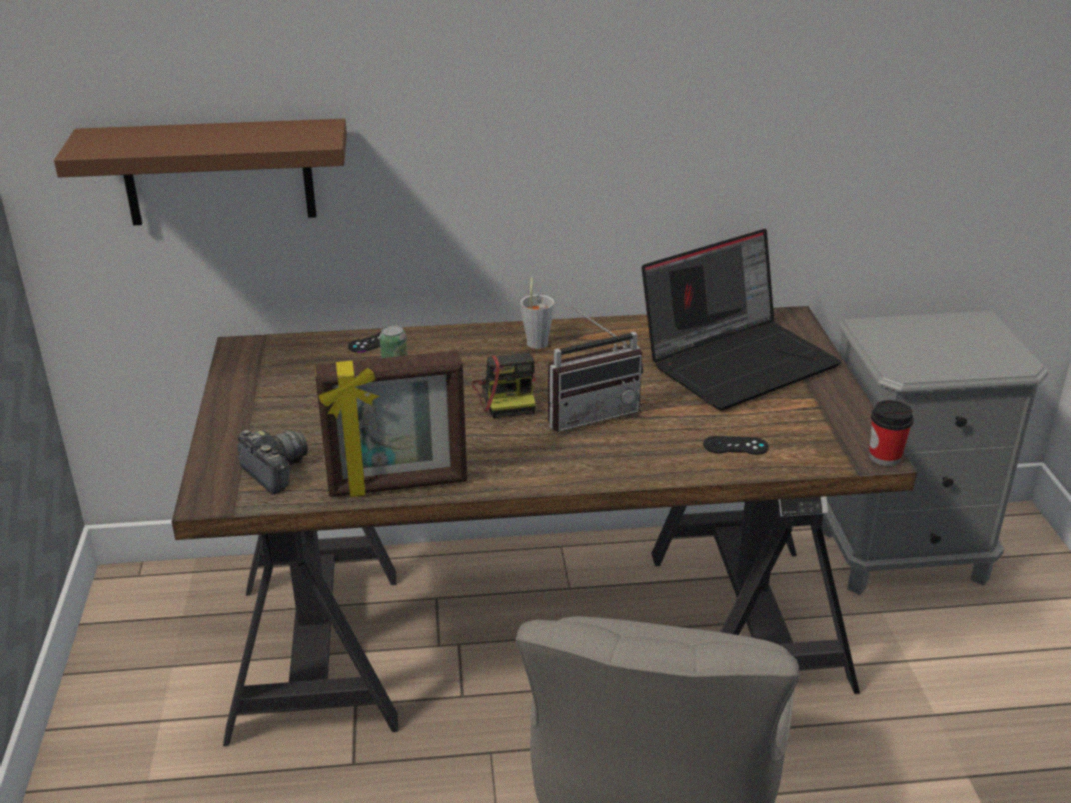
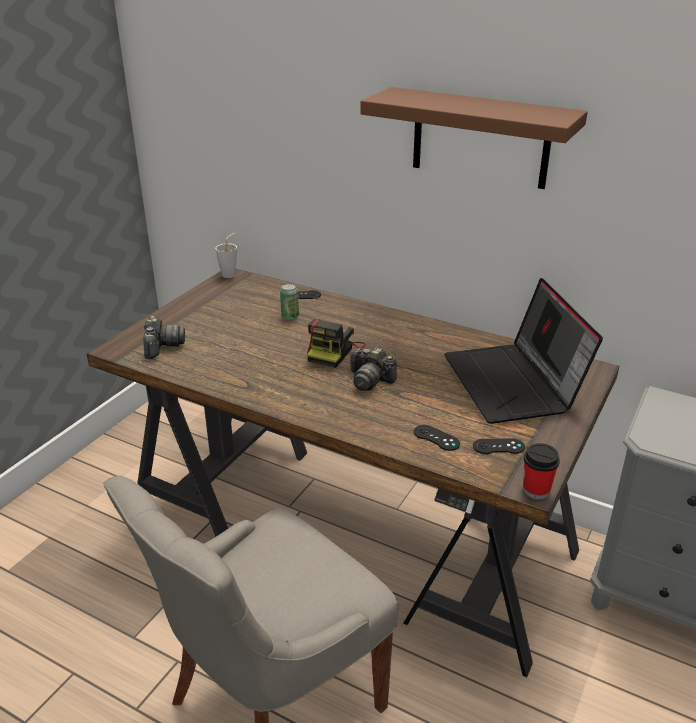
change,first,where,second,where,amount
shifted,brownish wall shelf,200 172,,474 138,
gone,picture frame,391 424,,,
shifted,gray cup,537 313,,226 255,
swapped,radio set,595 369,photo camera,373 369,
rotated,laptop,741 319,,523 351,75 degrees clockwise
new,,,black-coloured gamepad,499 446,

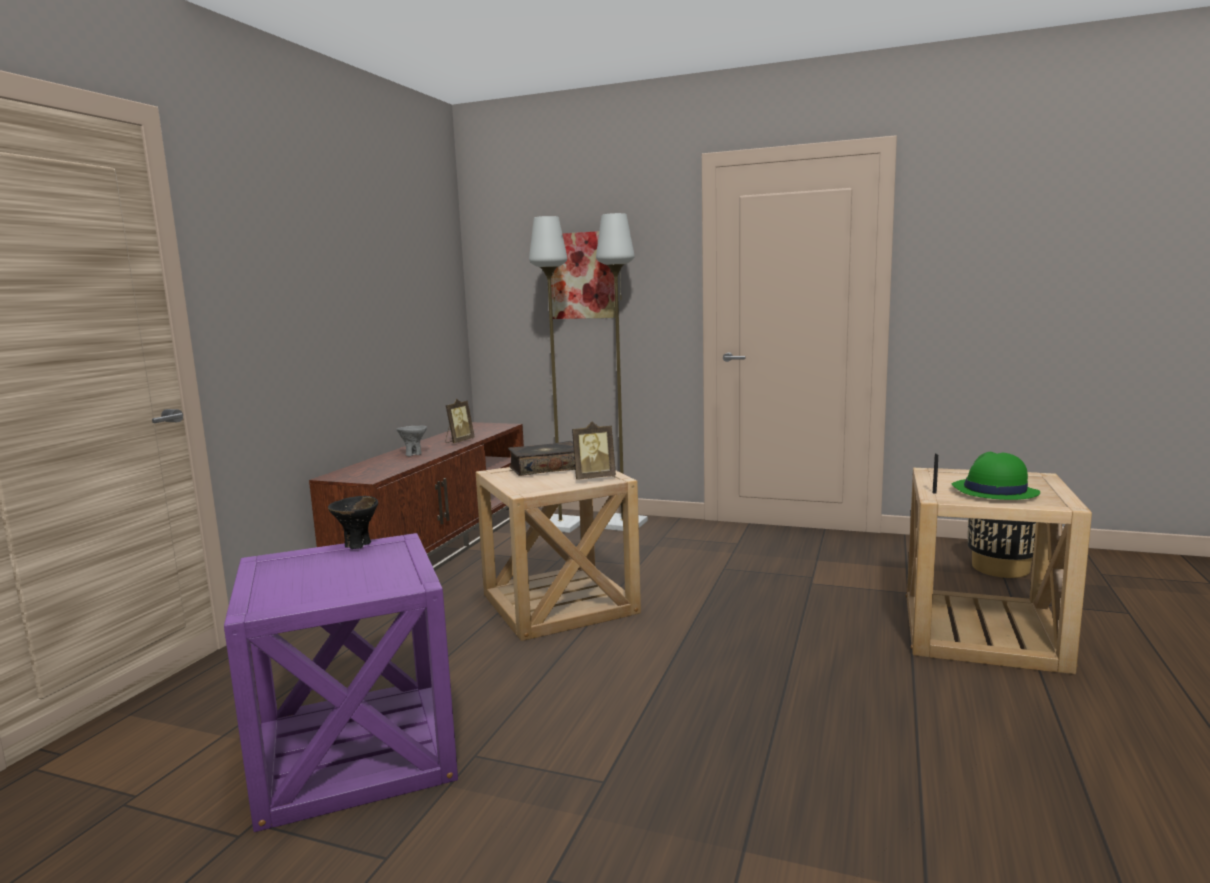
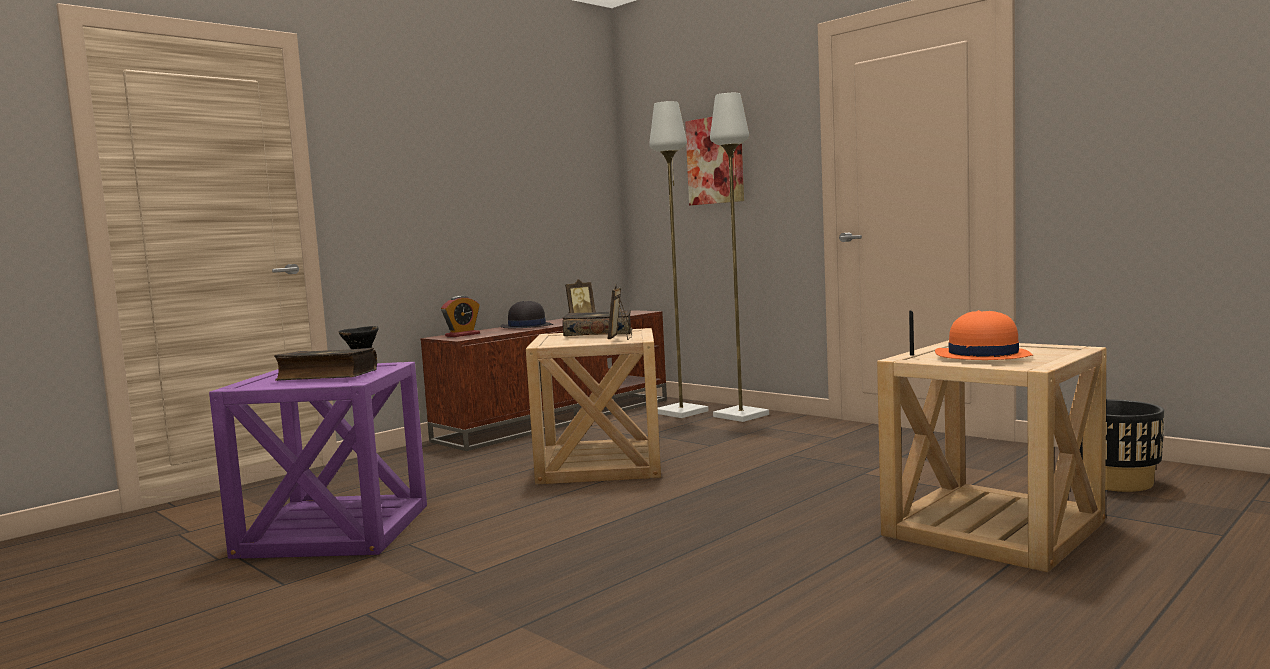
change,first,where,second,where,amount
swapped,gray deep dish,411 441,black-coloured hat,527 314,
rotated,picture frame,594 451,,620 312,90 degrees clockwise
repainted,green-coloured hat,996 476,orangey hat,984 335,
new,,,book,325 364,
new,,,alarm clock,460 316,

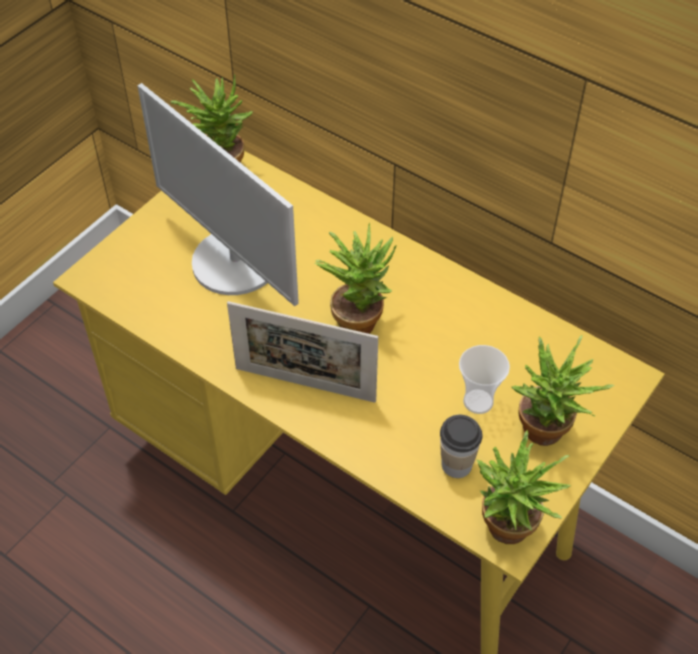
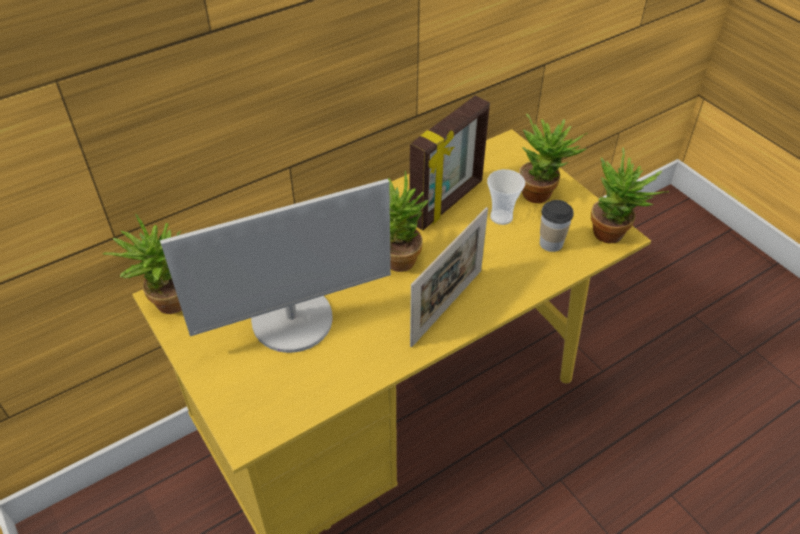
change,first,where,second,where,amount
new,,,picture frame,449 163,

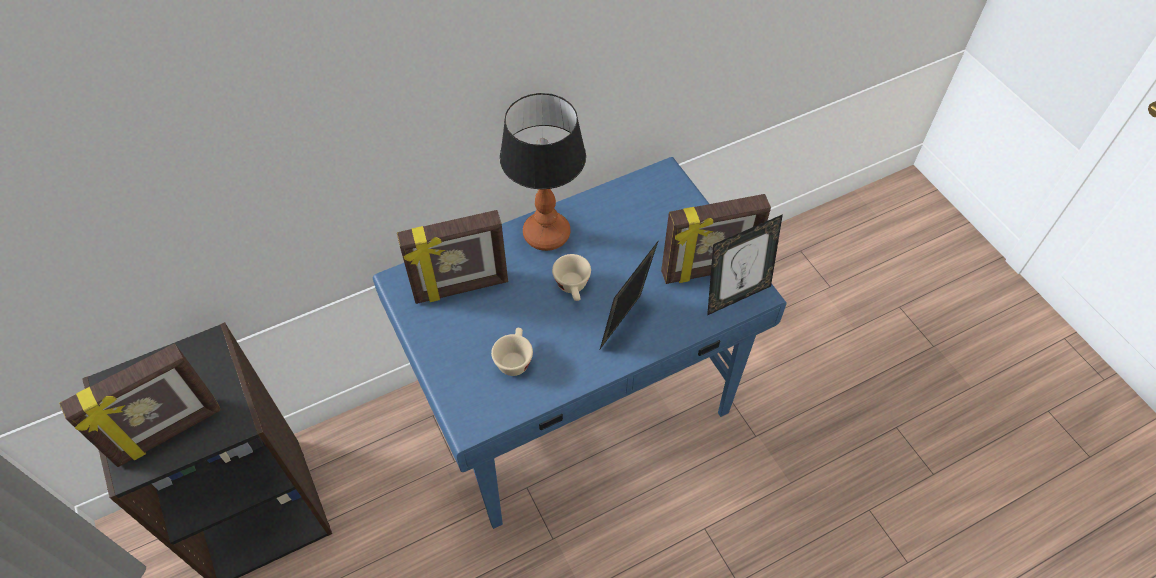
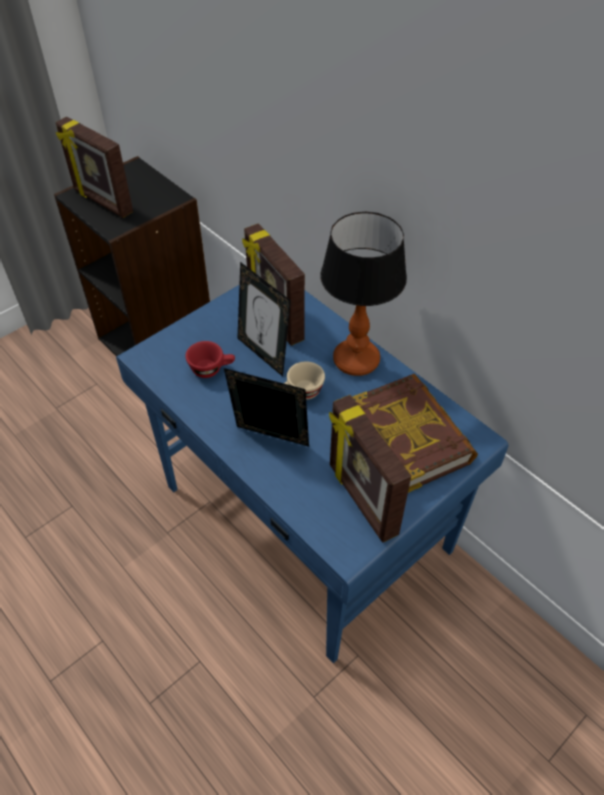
change,first,where,second,where,amount
repainted,beige-coloured cup,512 352,red-coloured cup,210 359,
shifted,picture frame,745 264,,264 319,
new,,,book,415 433,

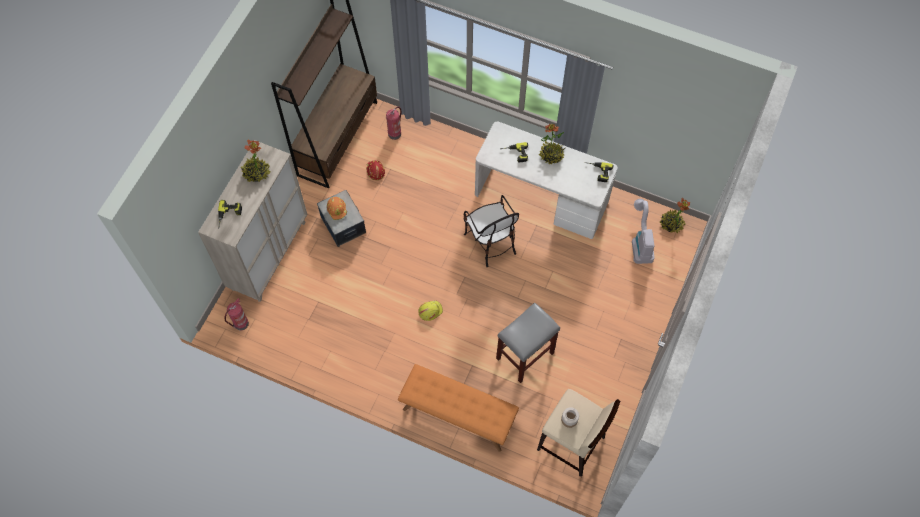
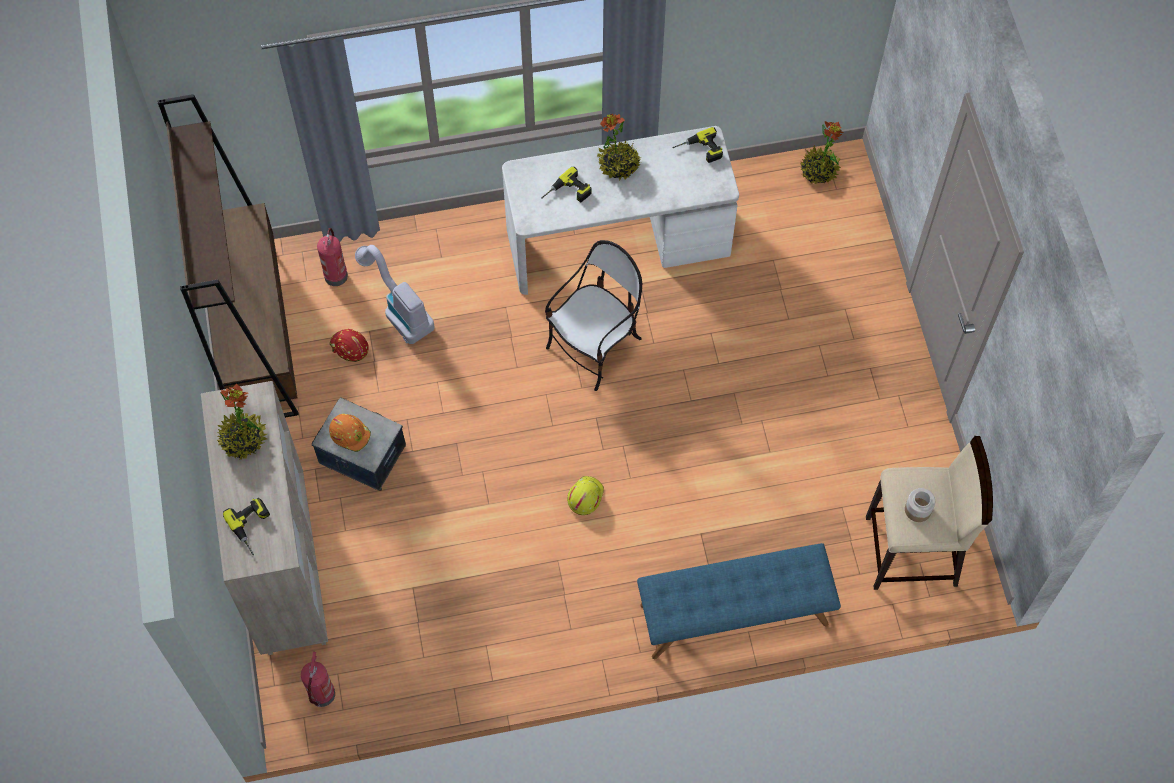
change,first,where,second,where,amount
repainted,orangey bench,458 408,bluish bench,739 601,
rotated,upright chair,491 231,,593 315,75 degrees counterclockwise
gone,gray stool,528 342,,,
shifted,hoover,643 231,,395 294,

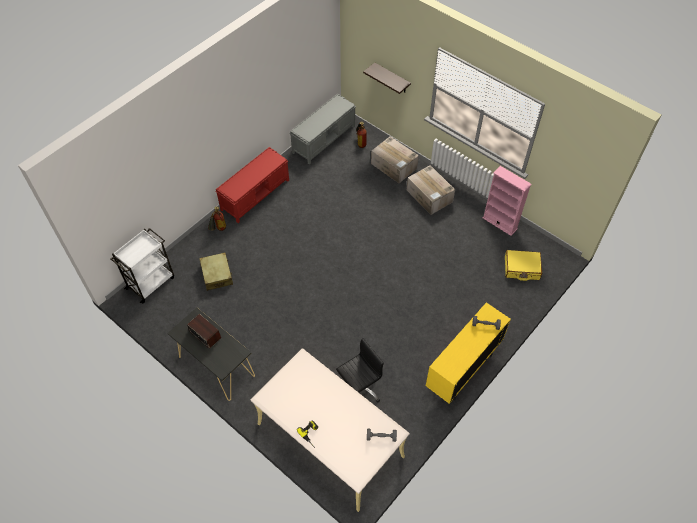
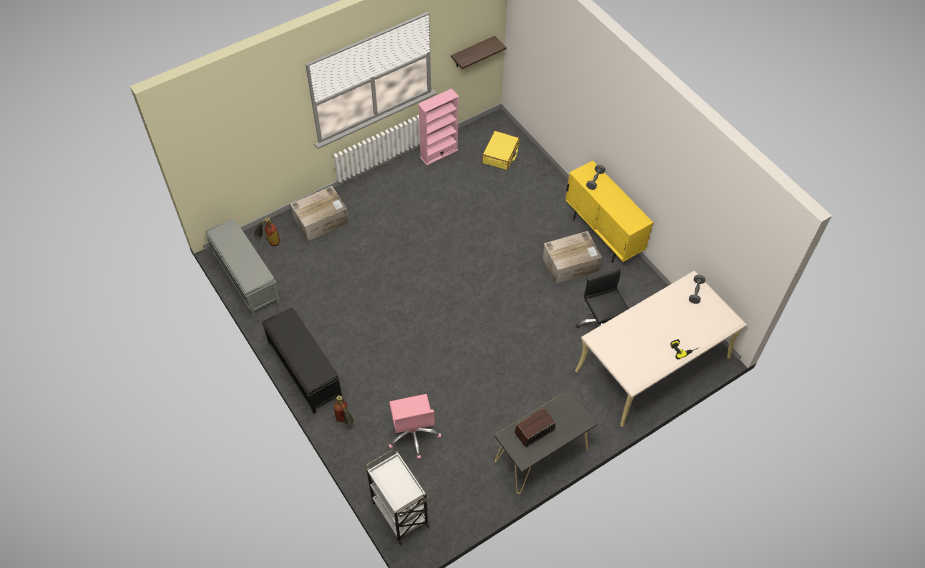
change,first,where,second,where,amount
swapped,beige-coloured travel case,216 271,pink-coloured computer chair,415 426,
repainted,red-coloured bench,252 185,black-coloured bench,302 361,
shifted,wall shelf,387 78,,479 52,
shifted,carton,431 190,,572 257,

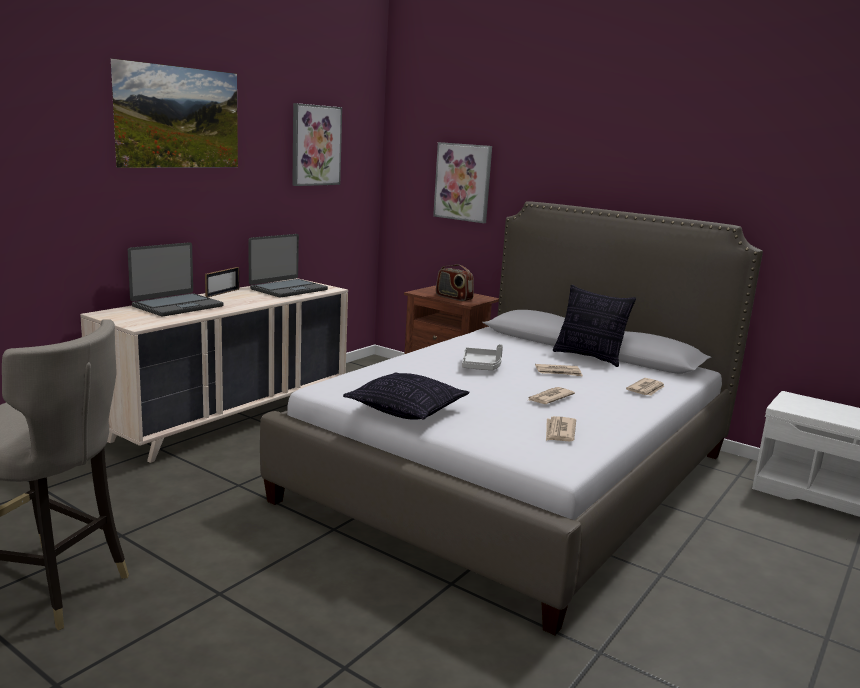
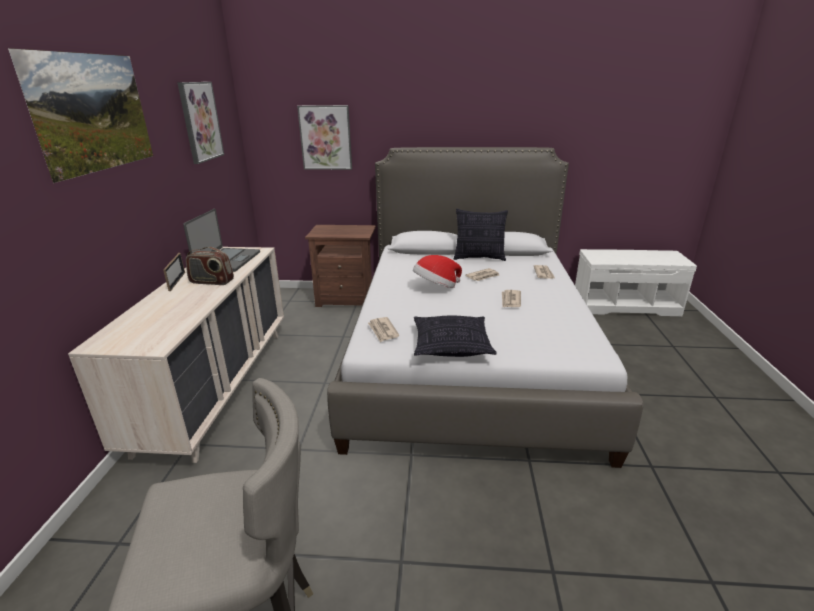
change,first,where,second,where,amount
gone,laptop,176 279,,,
shifted,radio set,455 282,,210 266,
swapped,gray carrying tray,482 357,hat,437 271,
shifted,printed paper,561 428,,383 329,

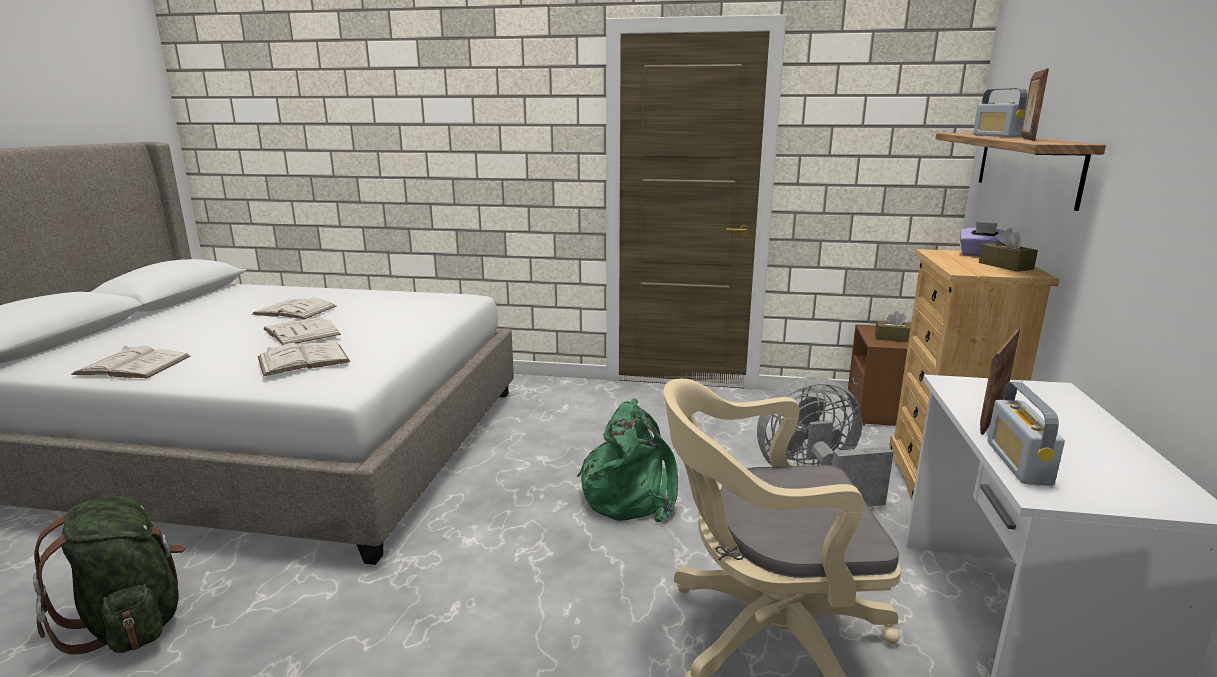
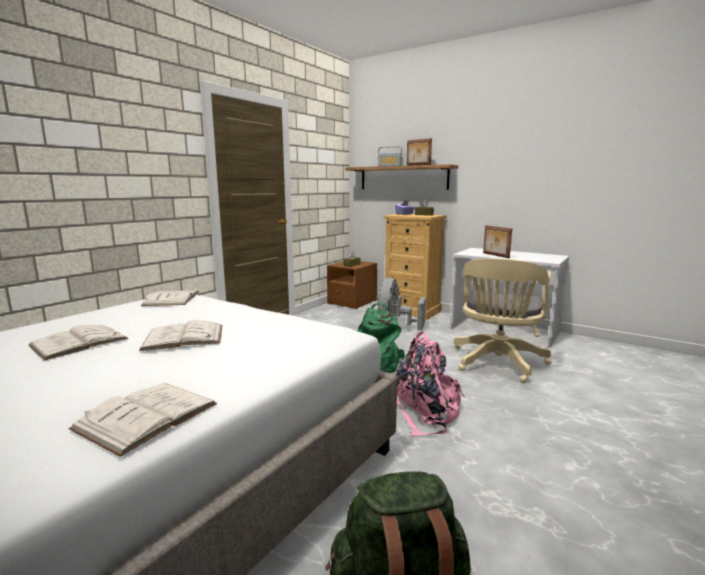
change,first,where,second,where,amount
shifted,white book,304 359,,170 298,
gone,radio set,1026 434,,,
new,,,pink-coloured backpack,430 383,

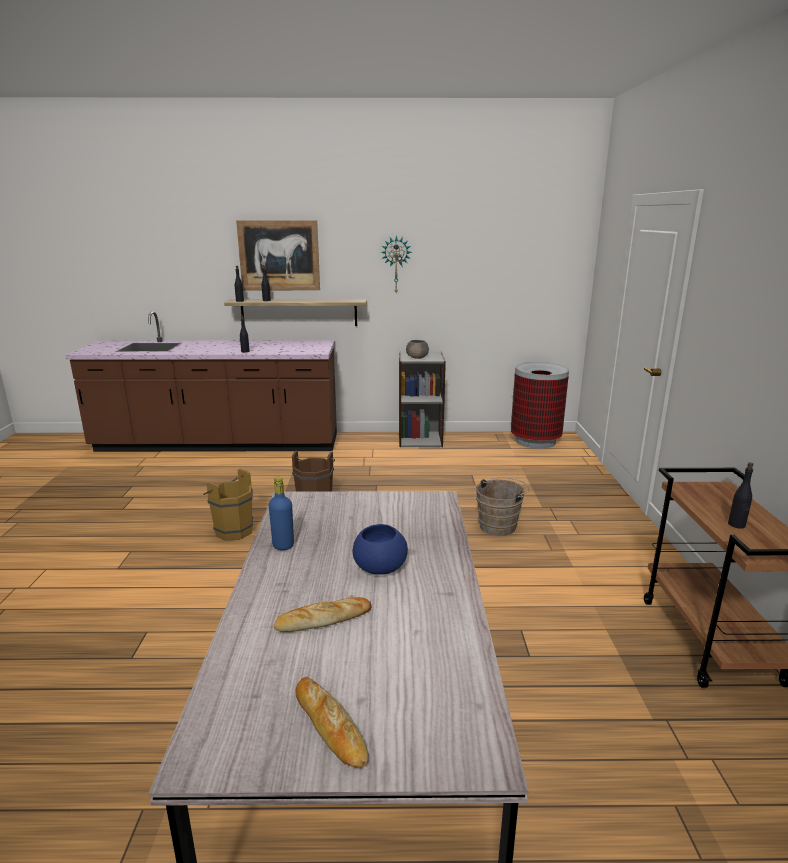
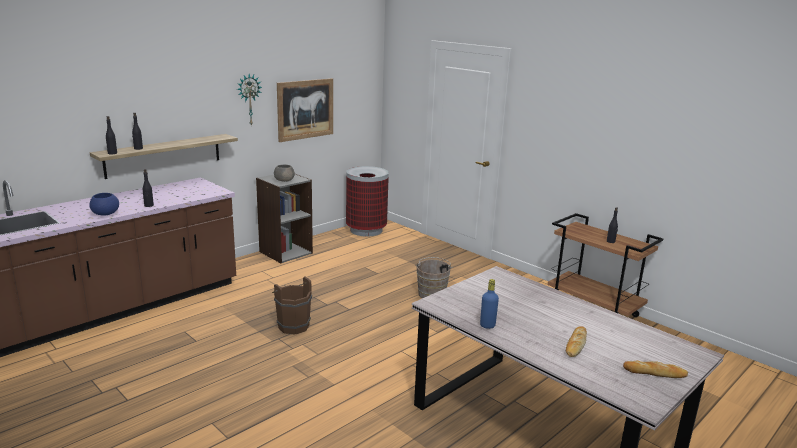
change,first,where,second,where,amount
gone,brownish water bucket,228 505,,,
shifted,picture,278 255,,305 110,
shifted,bluish deep dish,380 549,,104 204,

